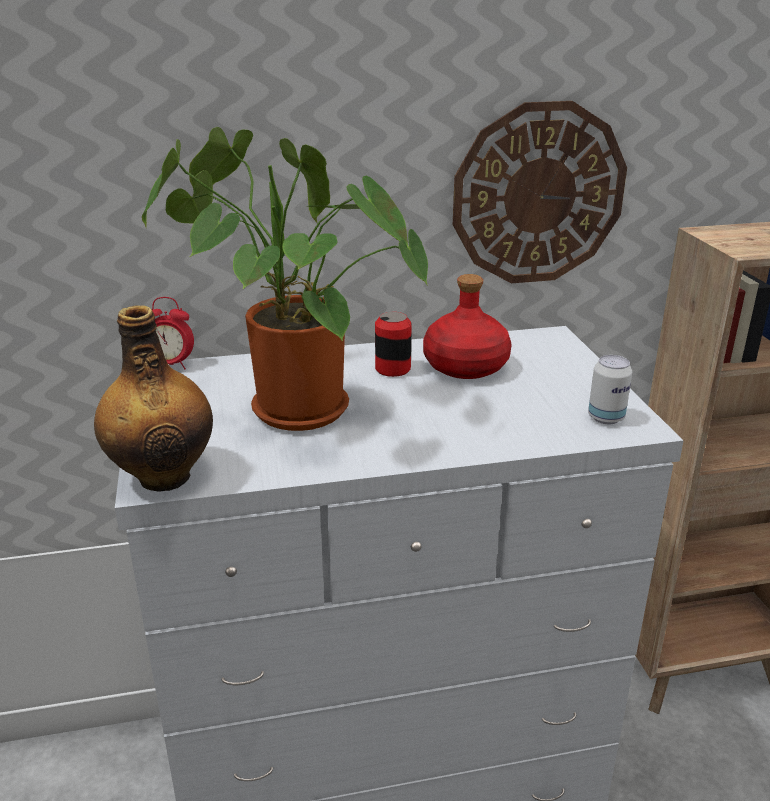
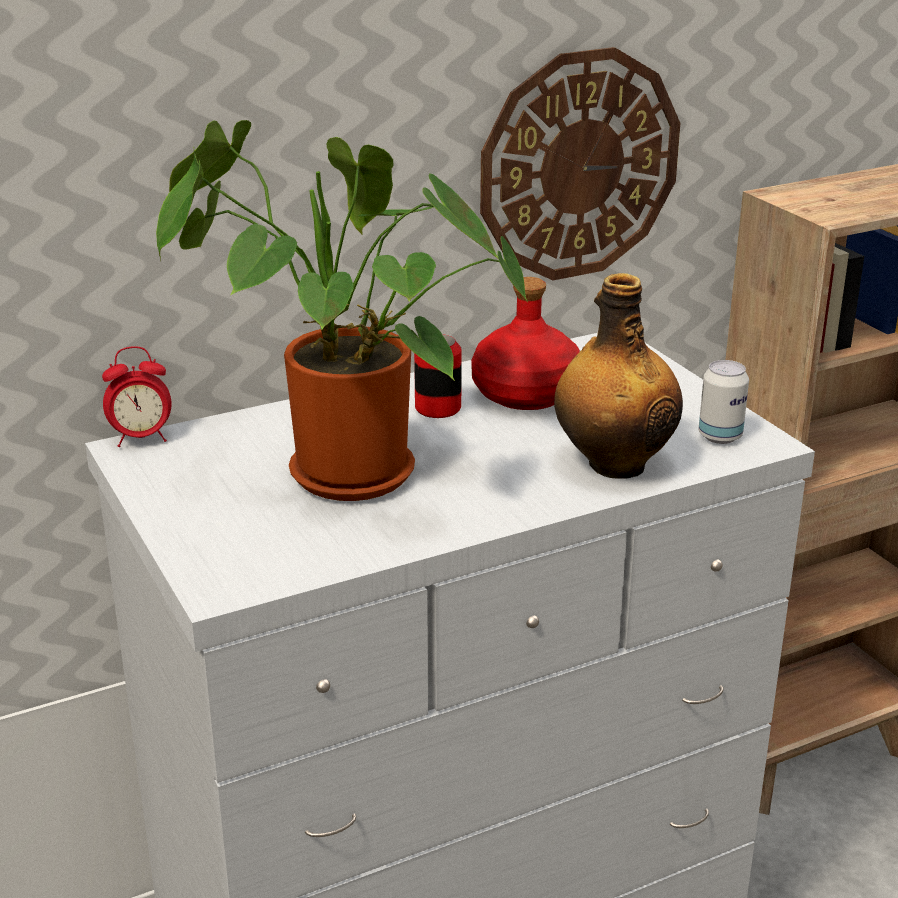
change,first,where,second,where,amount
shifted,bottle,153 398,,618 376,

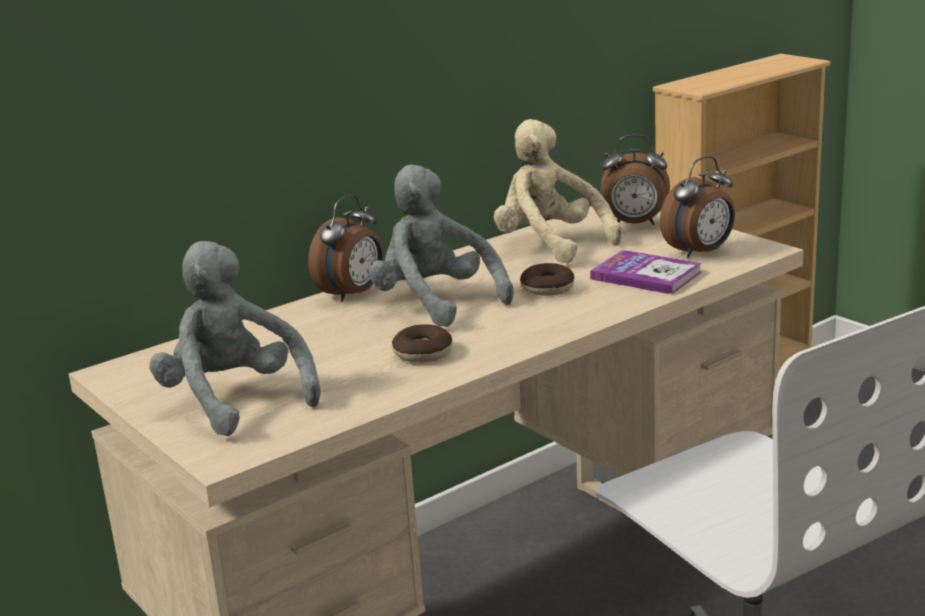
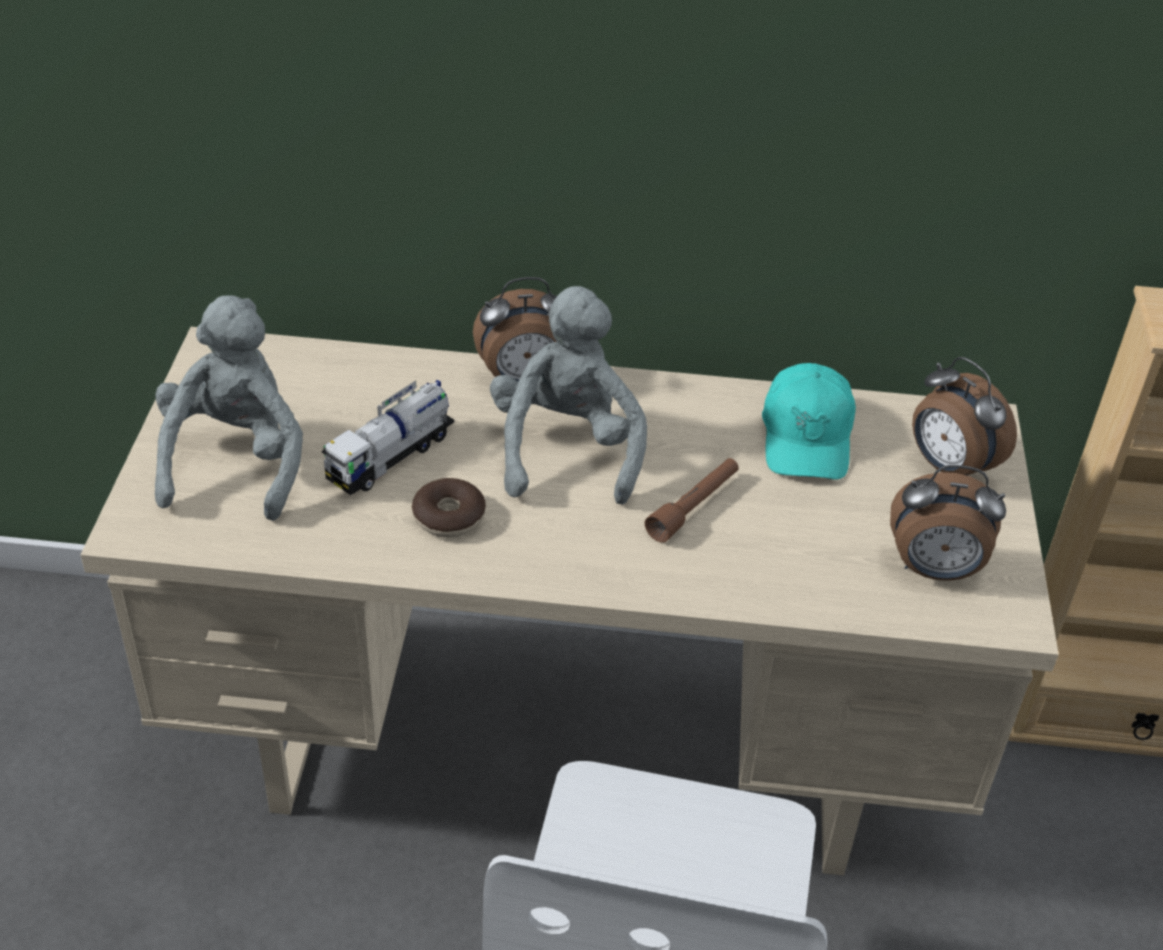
change,first,where,second,where,amount
swapped,beige-coloured soft toy,558 191,blue-green cap,809 421,
swapped,ring doughnut,547 279,brownish torch,692 500,
gone,book,646 272,,,
new,,,model truck,388 437,

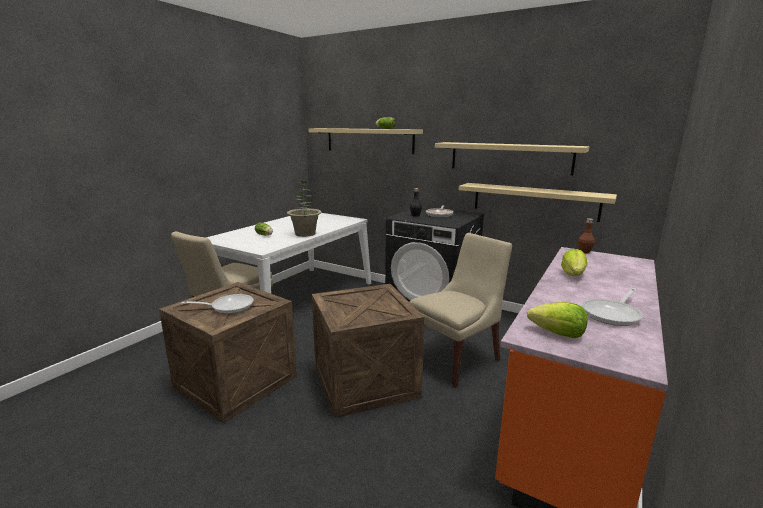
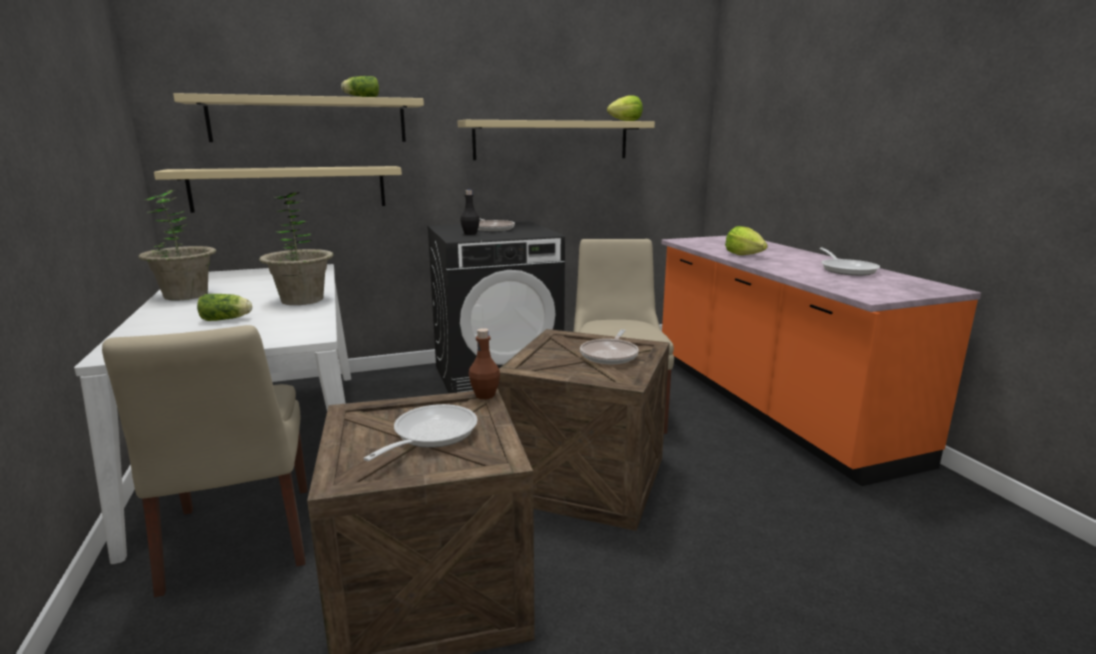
change,first,where,second,where,amount
shifted,beige-coloured wall shelf,538 202,,278 189,
shifted,lettuce,557 320,,625 108,
shifted,brownish bottle,586 235,,484 363,
new,,,houseplant,177 245,
new,,,pan,609 346,

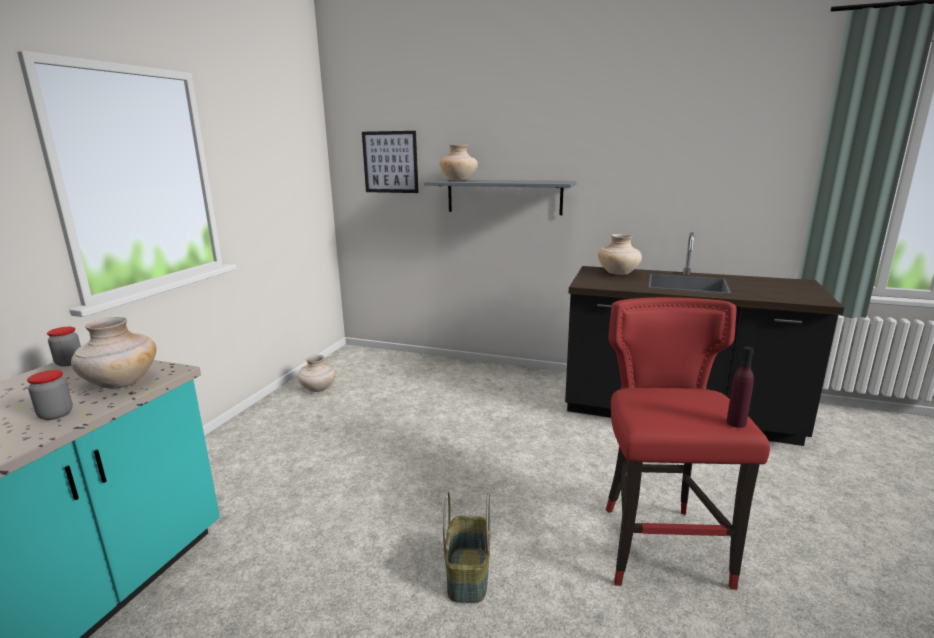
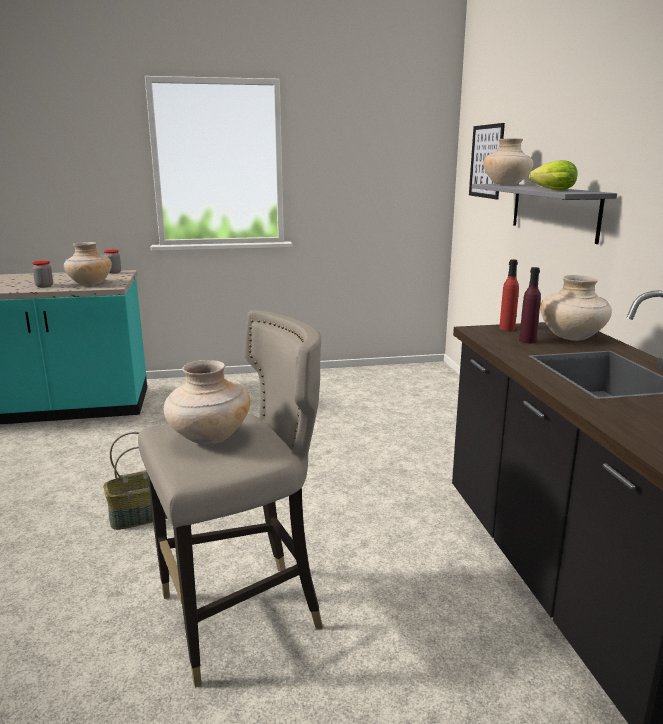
change,first,where,second,where,amount
shifted,beige-coloured decorative vase,316 373,,207 402,
repainted,red-coloured stool,688 443,gray stool,230 499,
shifted,purple-coloured bottle,740 387,,530 305,
new,,,red-coloured bottle,509 295,
new,,,lettuce,553 175,

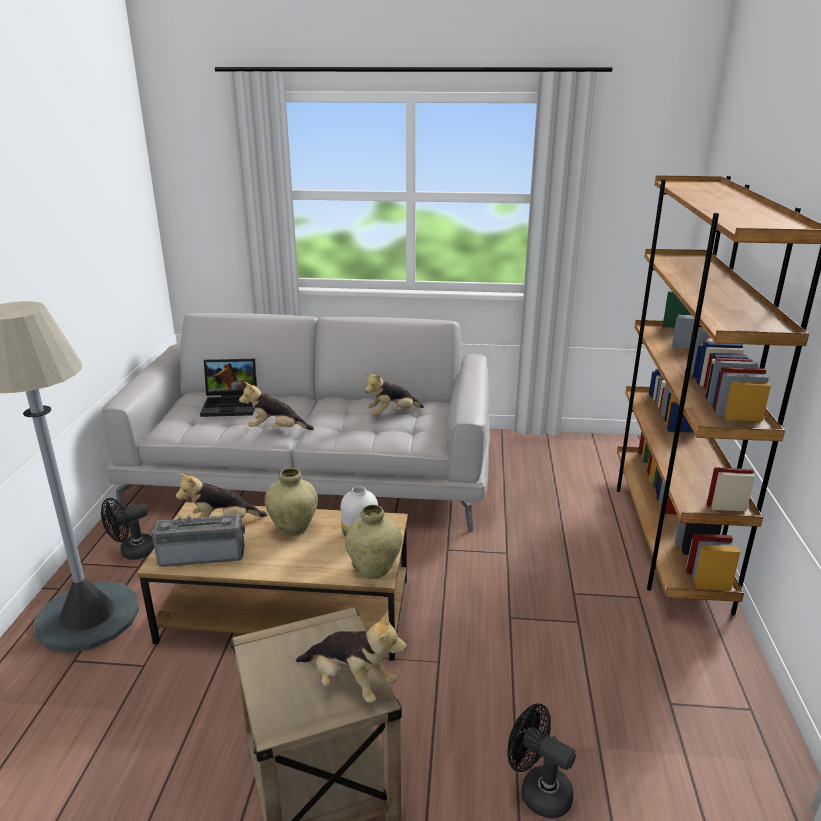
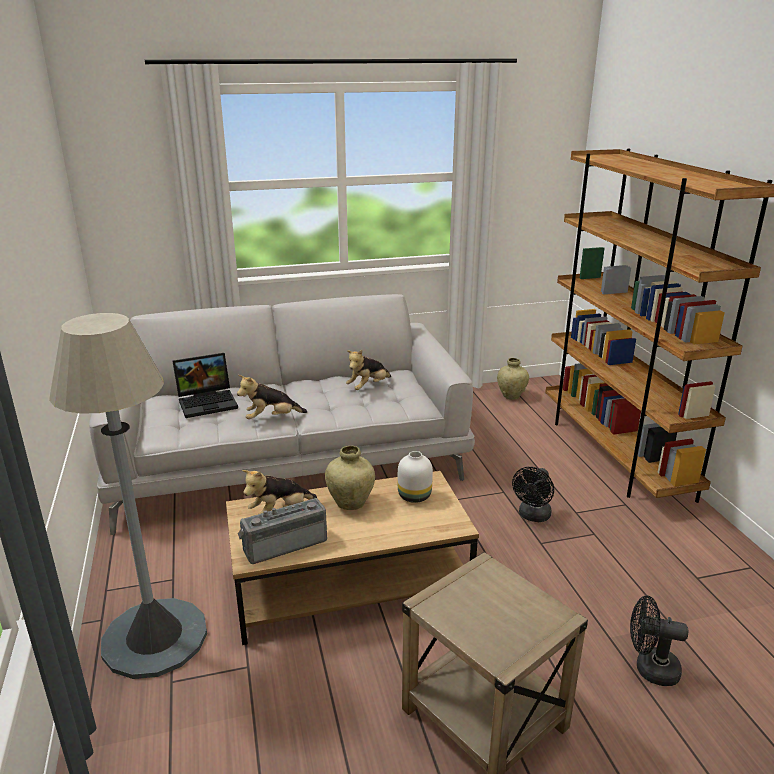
change,first,where,second,where,amount
shifted,black-coloured electric fan,127 529,,533 494,
gone,soft toy,351 657,,,
shifted,beige-coloured decorative vase,373 542,,513 379,

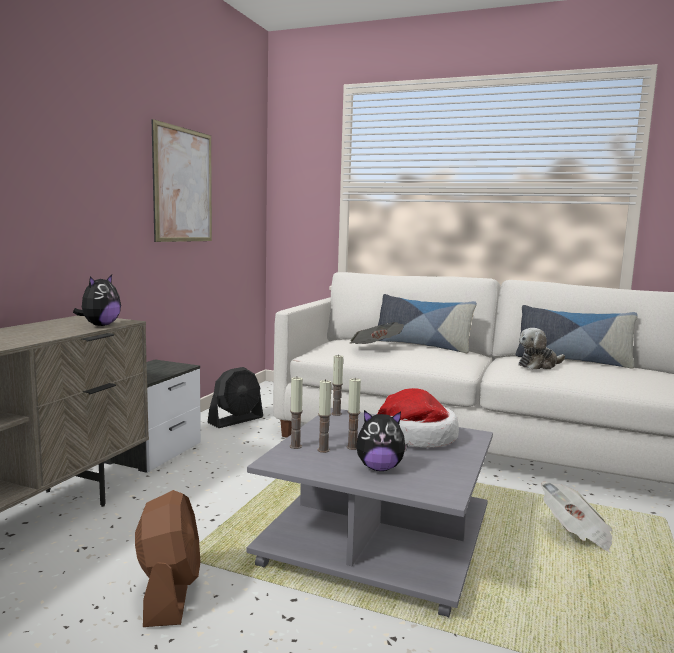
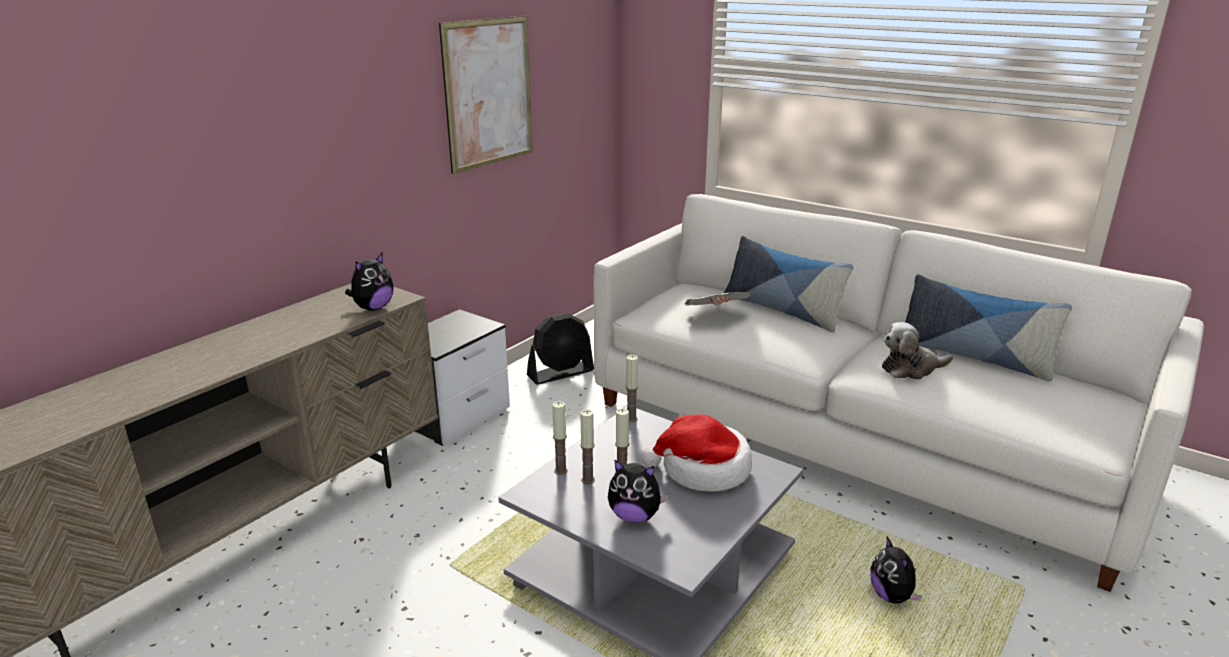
change,first,where,second,where,amount
gone,brownish electric fan,167 558,,,
swapped,printed paper,577 517,soft toy,896 570,

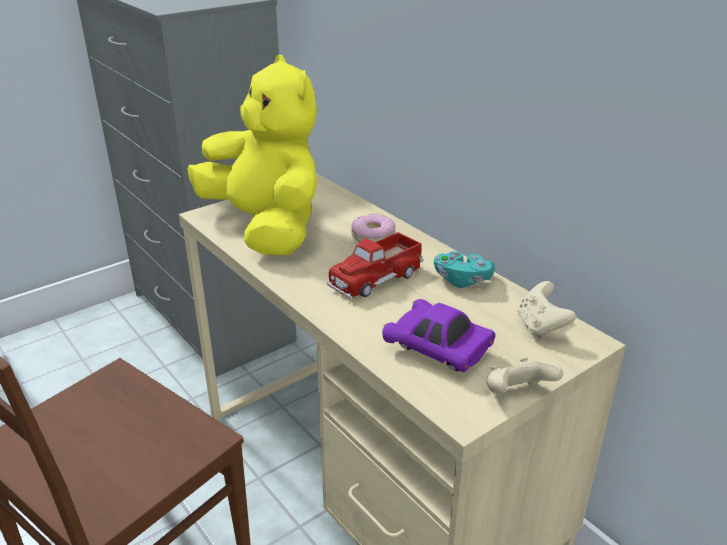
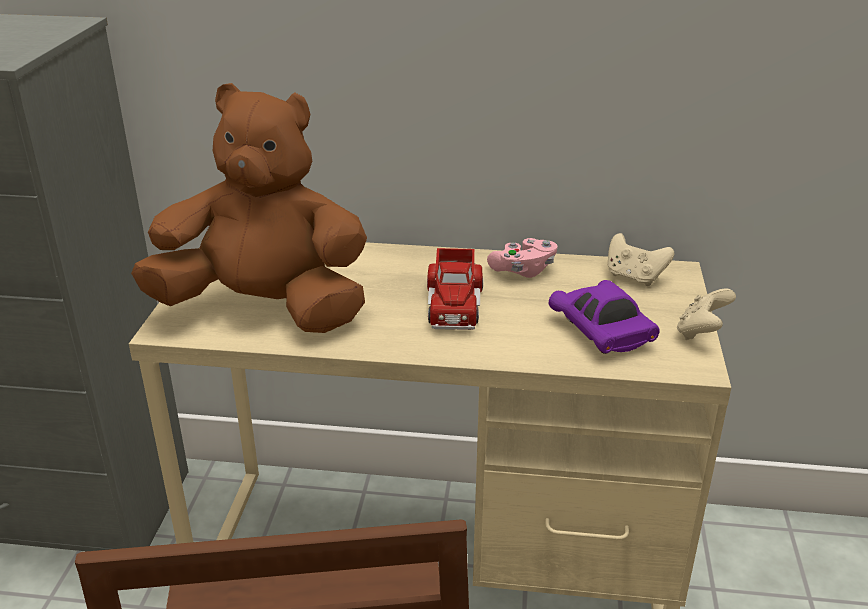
change,first,where,second,where,amount
repainted,yellow soft toy,252 155,brownish soft toy,249 208,
gone,ring doughnut,373 228,,,
rotated,purple-coloured model car,438 335,,604 317,75 degrees clockwise
repainted,blue-green gamepad,464 269,pink-coloured gamepad,522 258,

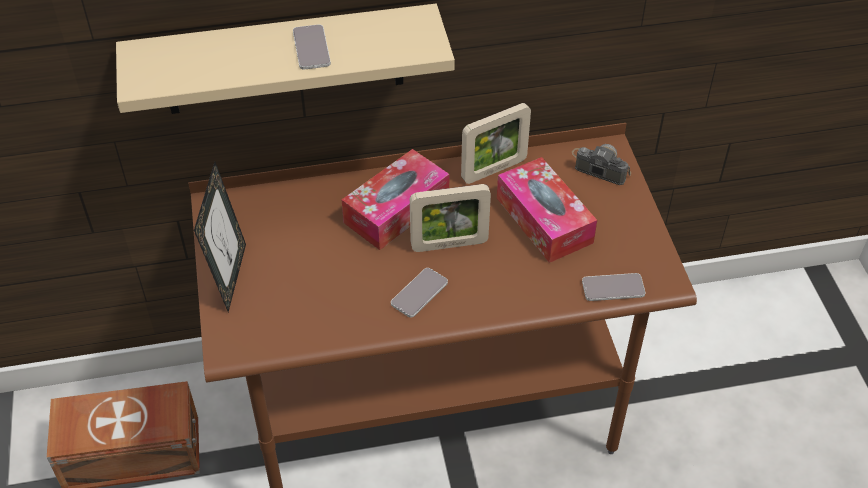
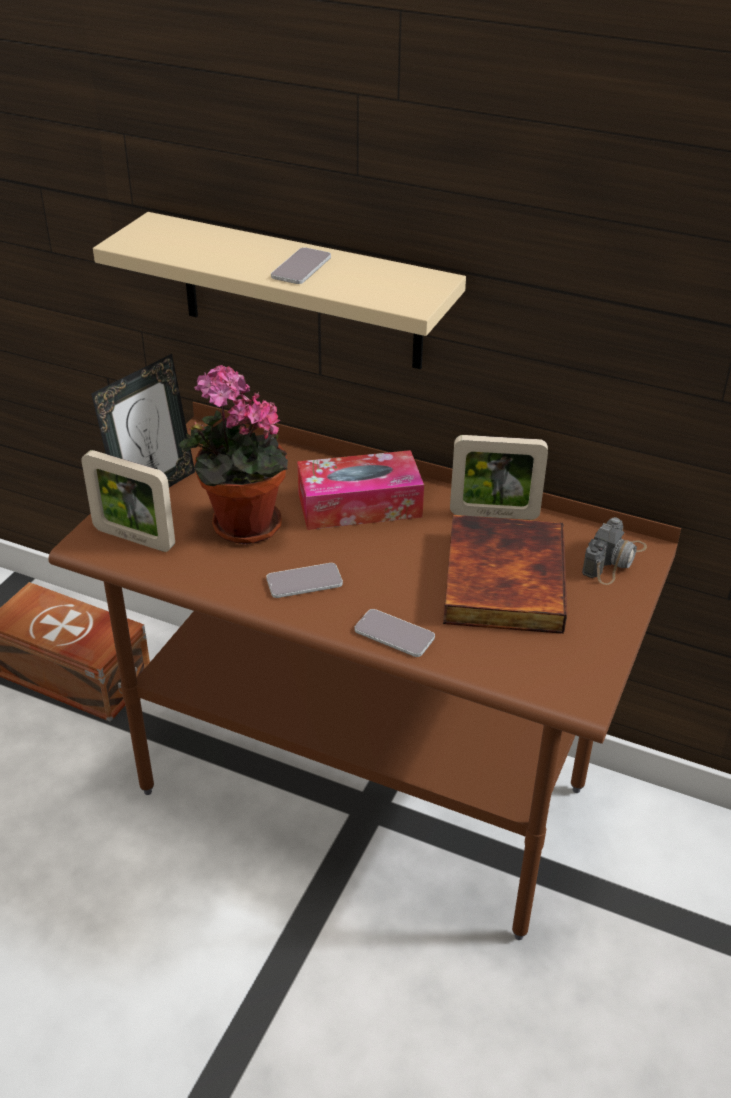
change,first,where,second,where,amount
shifted,picture frame,450 218,,128 501,
swapped,tissue box,547 210,book,505 574,
rotated,photo camera,601 164,,614 551,60 degrees clockwise
shifted,phone,613 287,,395 633,
new,,,houseplant,233 454,

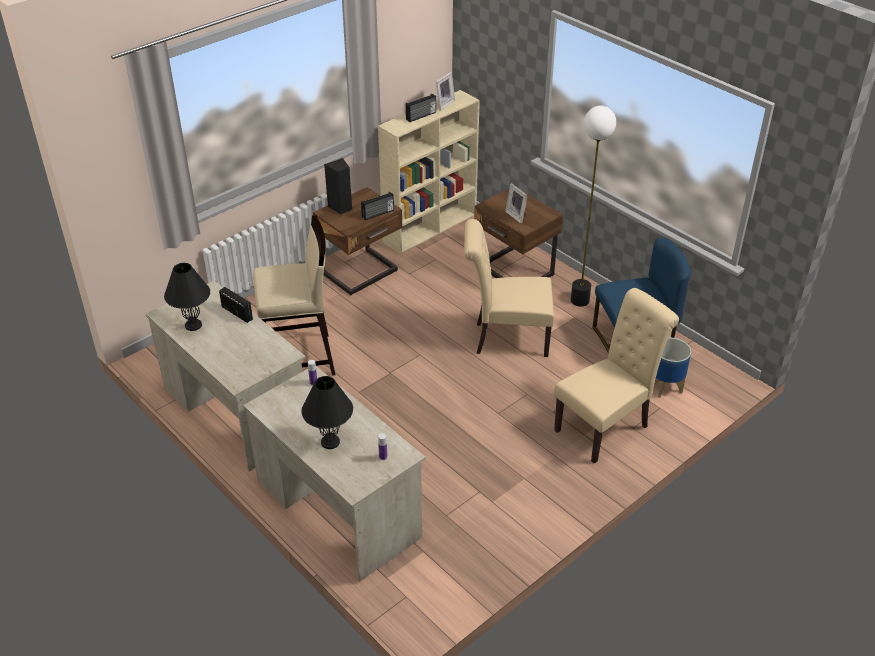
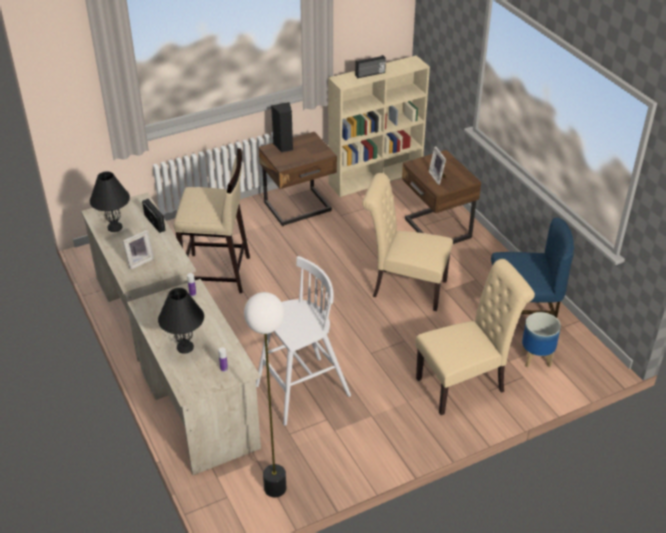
change,first,where,second,where,amount
gone,radio set,377 206,,,
shifted,picture frame,445 91,,138 250,
shifted,floor lamp,593 206,,265 394,
new,,,white stool,303 341,

